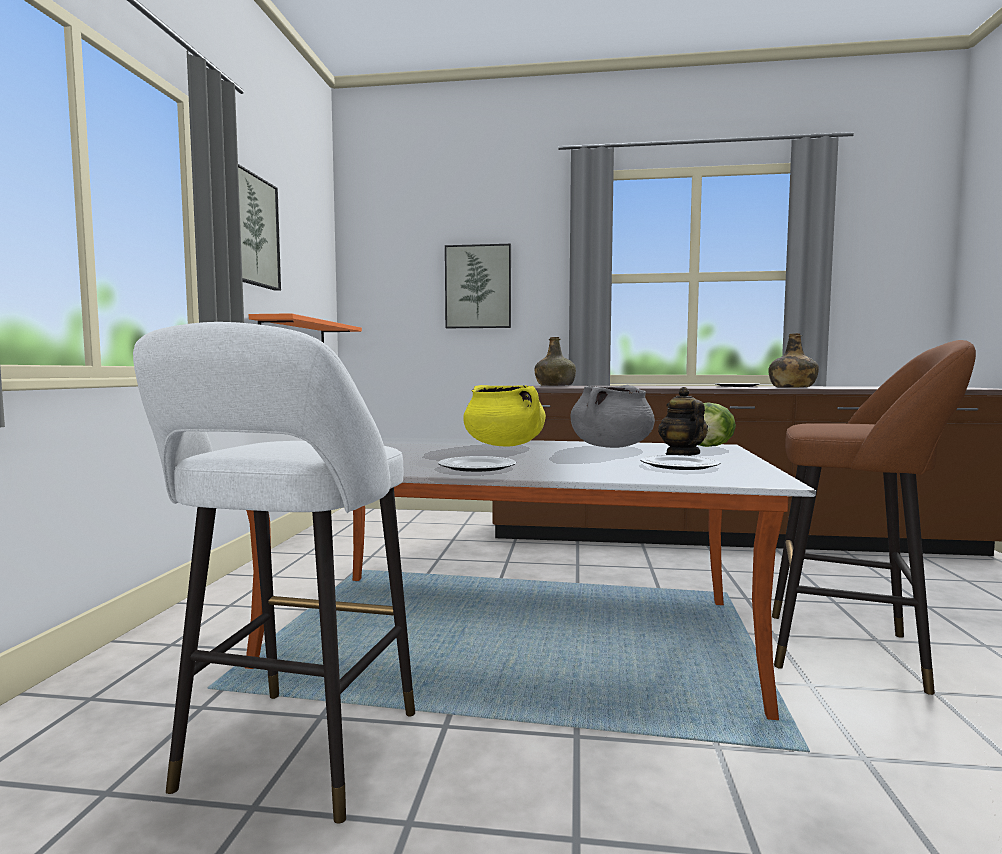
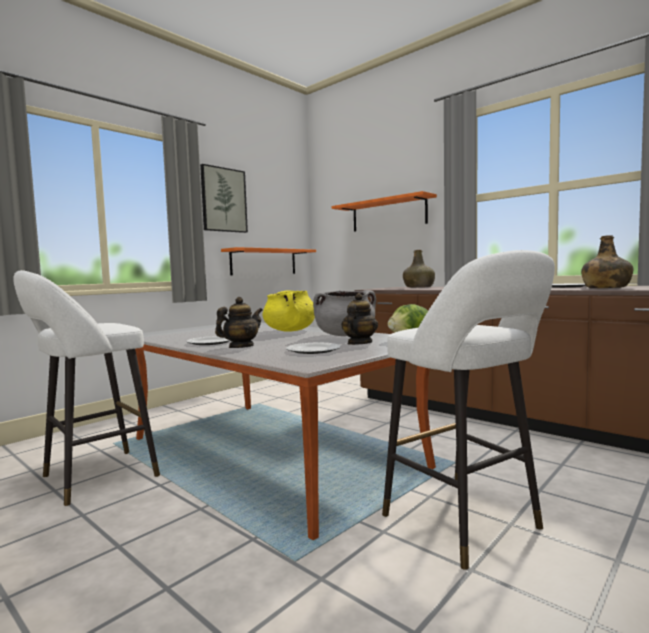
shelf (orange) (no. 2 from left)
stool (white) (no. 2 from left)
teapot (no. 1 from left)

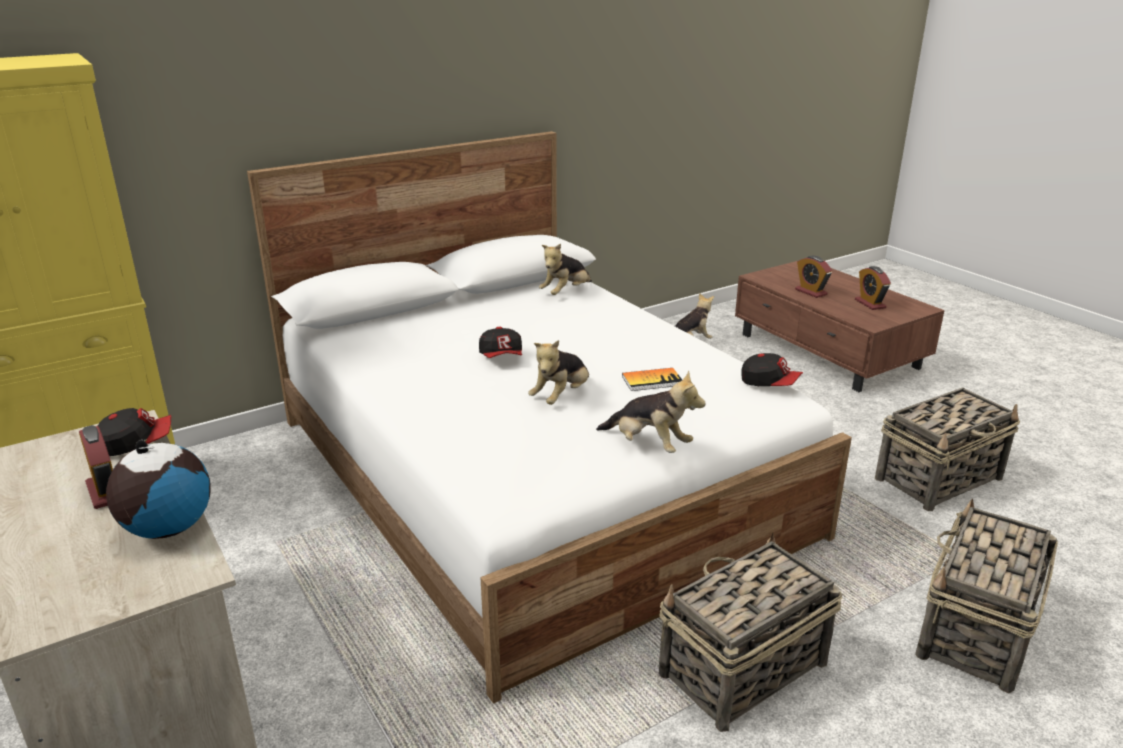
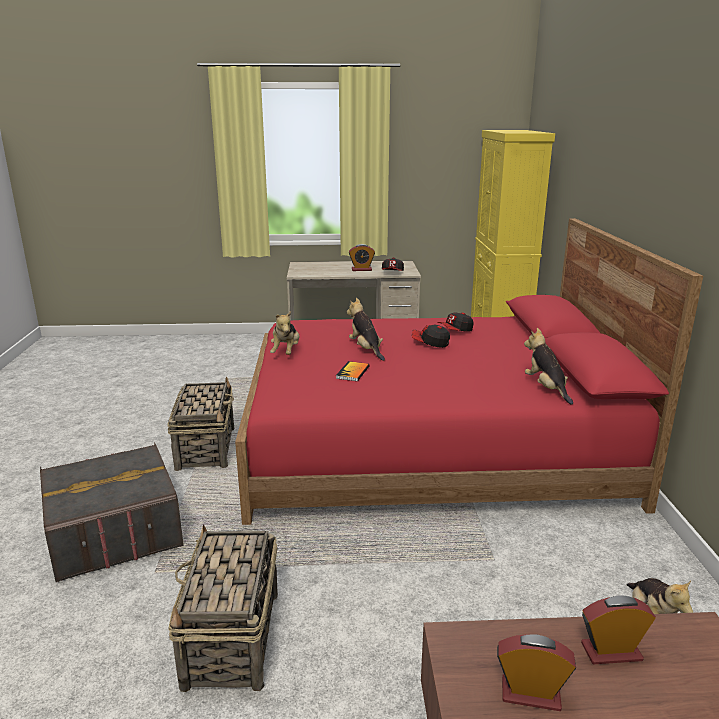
bed (red)
cap (no. 3 from left)
plush toy (no. 1 from left)
globe
storage box (grey)

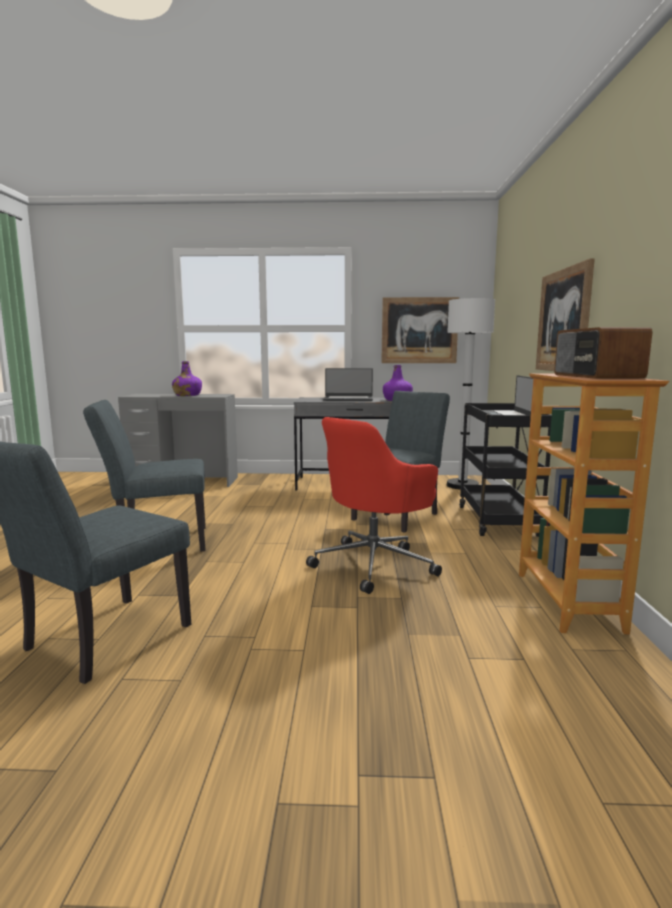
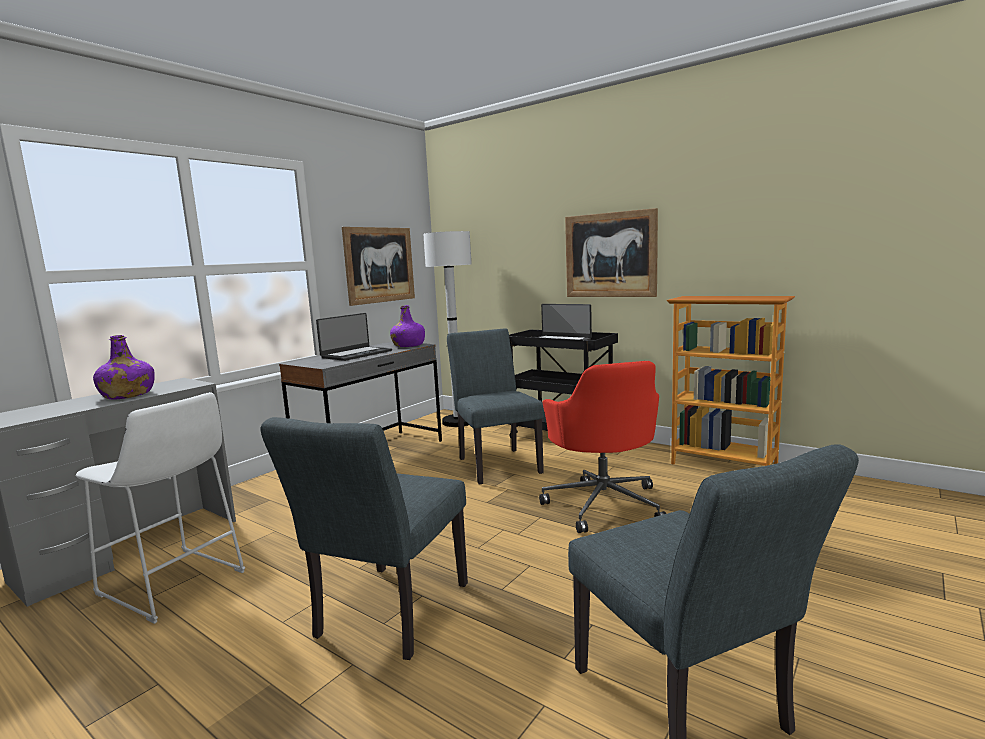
radio
stool (white)

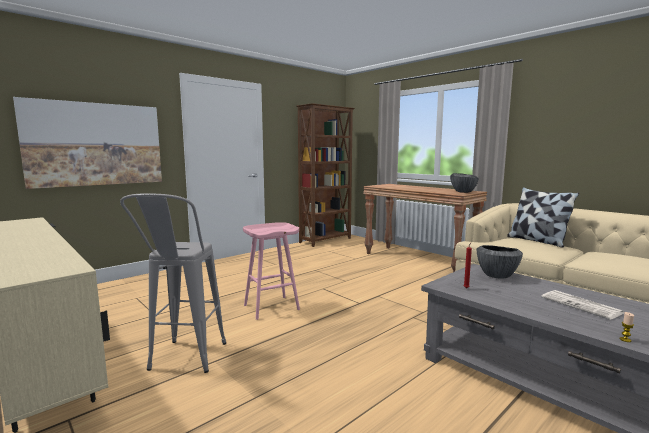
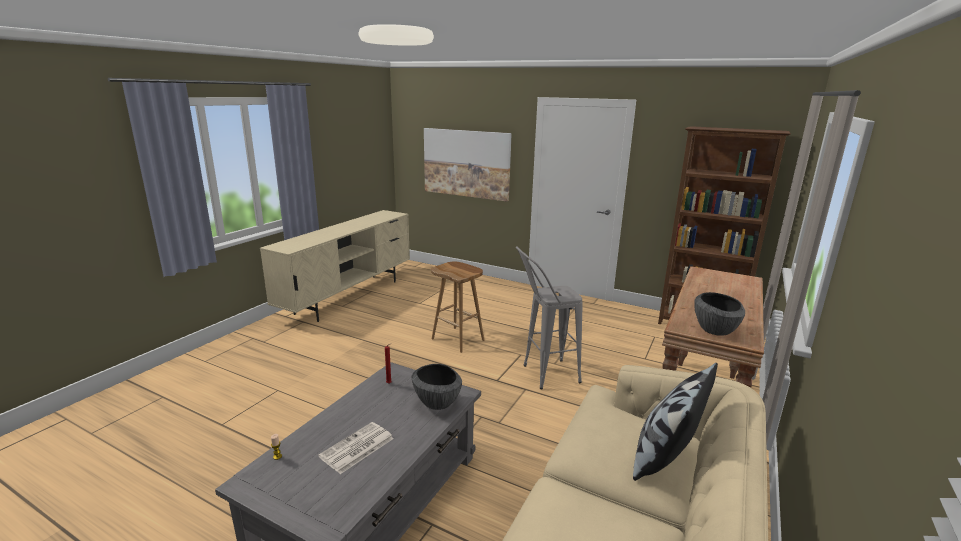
stool (grey)
stool (brown)

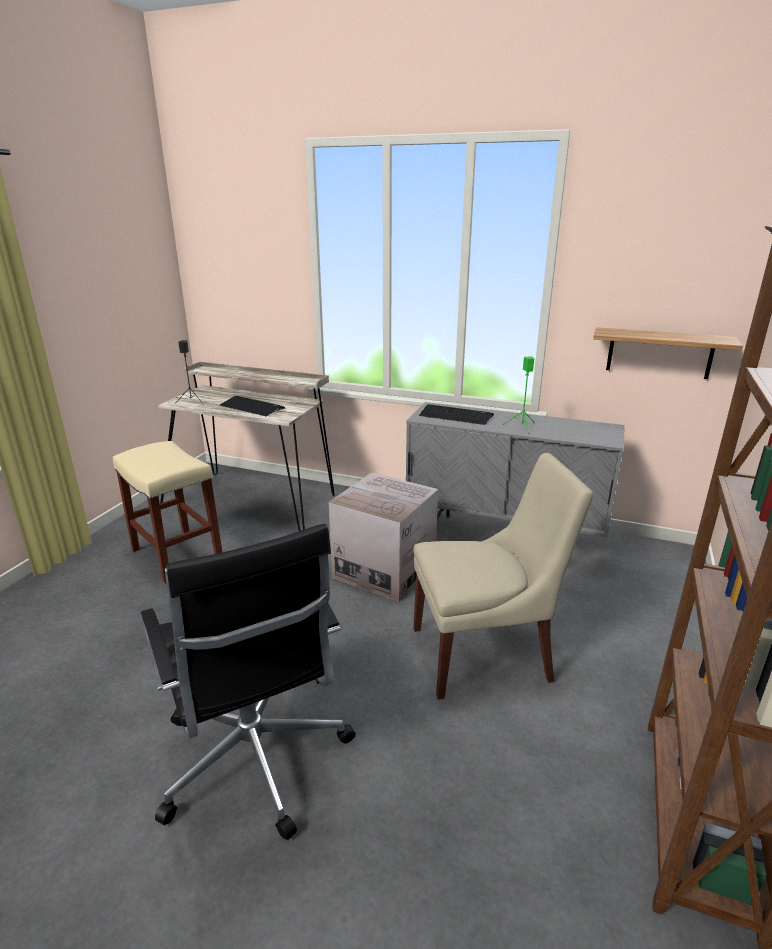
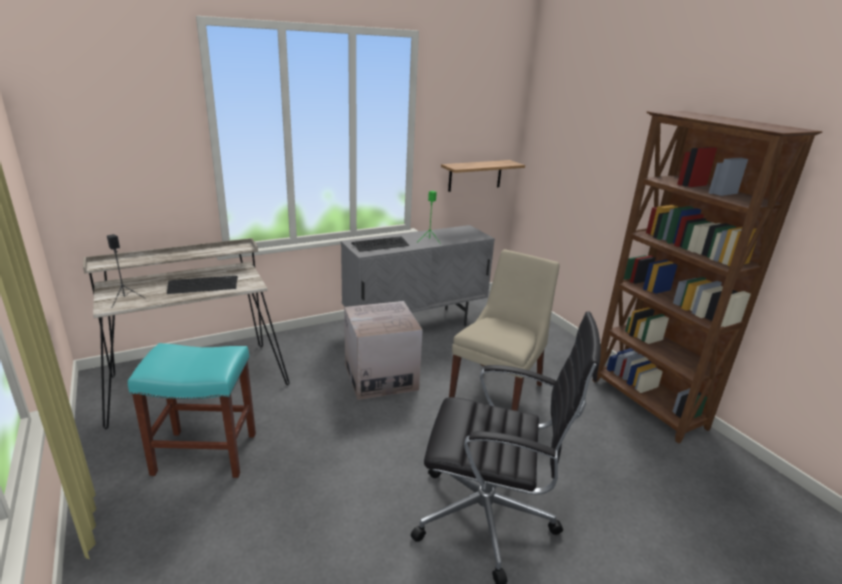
stool (turquoise)

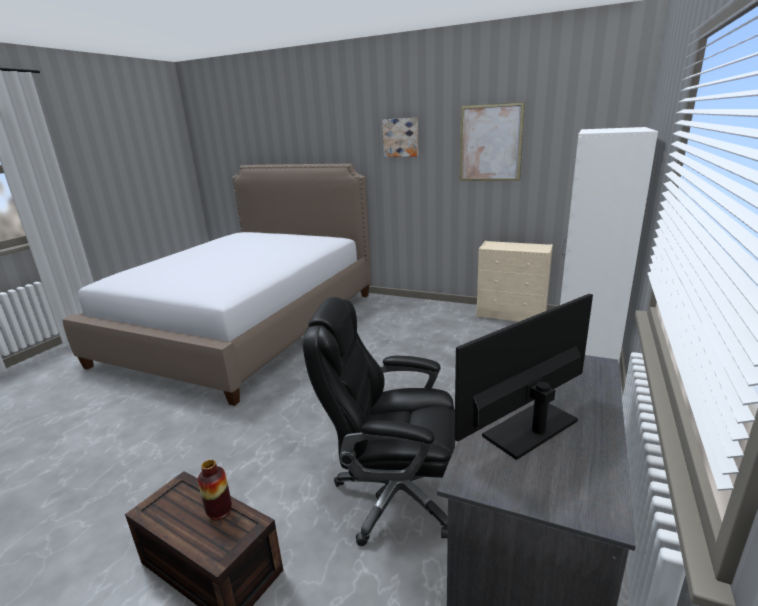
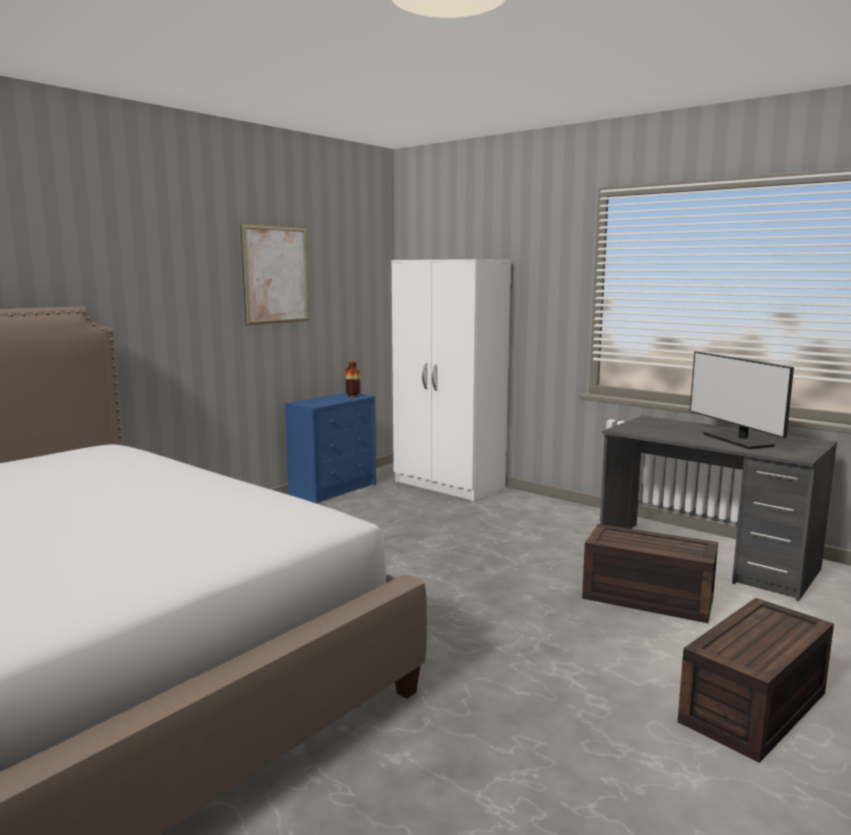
picture (no. 1 from left in the first image)
dresser (blue)
storage box (brown) (no. 1 from left)
vase

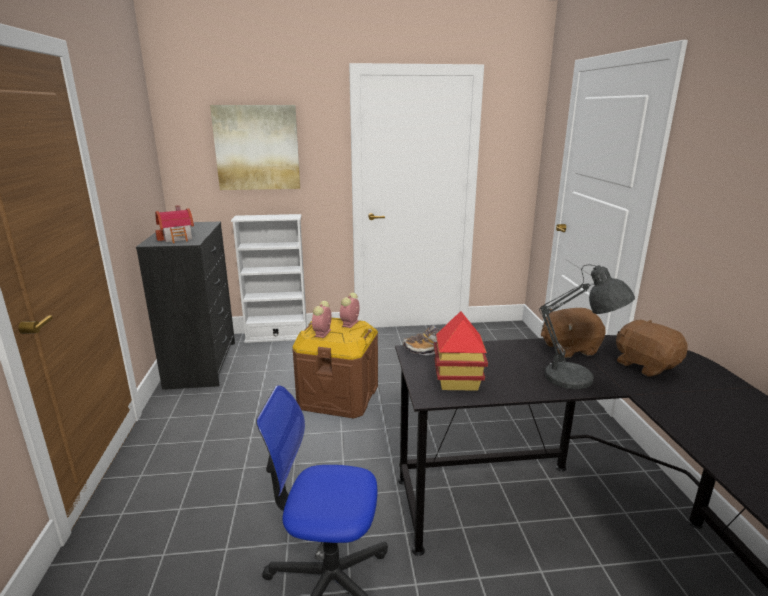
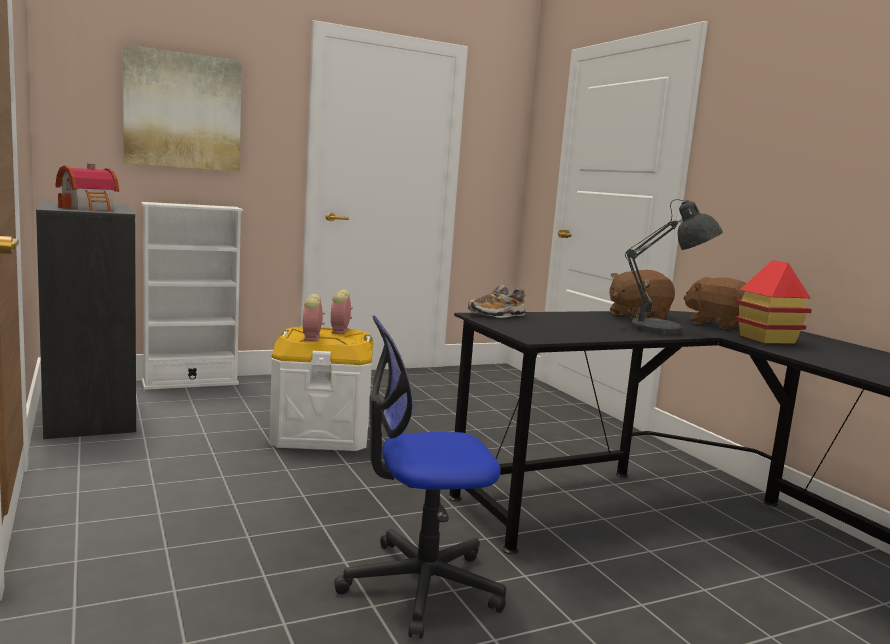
toy house (no. 2 from left)
storage box (white)

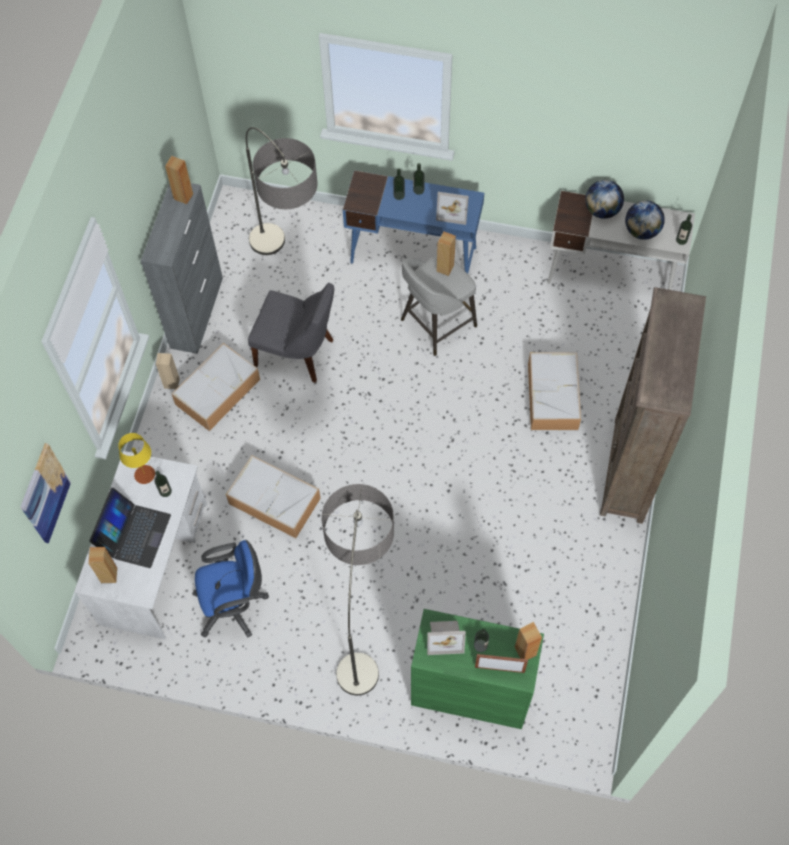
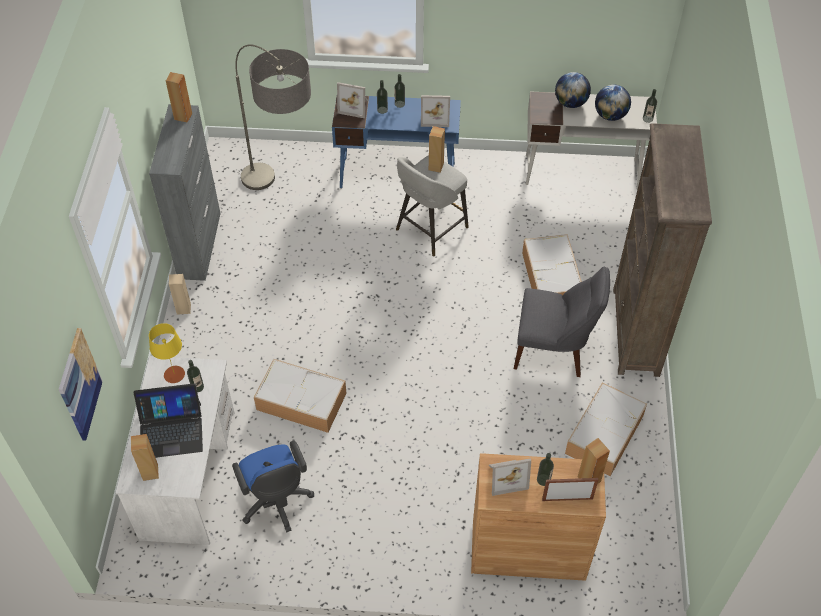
chair (grey)
storage box (no. 3 from left)
floor lamp (no. 2 from left in the first image)
laptop
office chair (blue)
cabinet (brown)
picture frame (no. 1 from left)

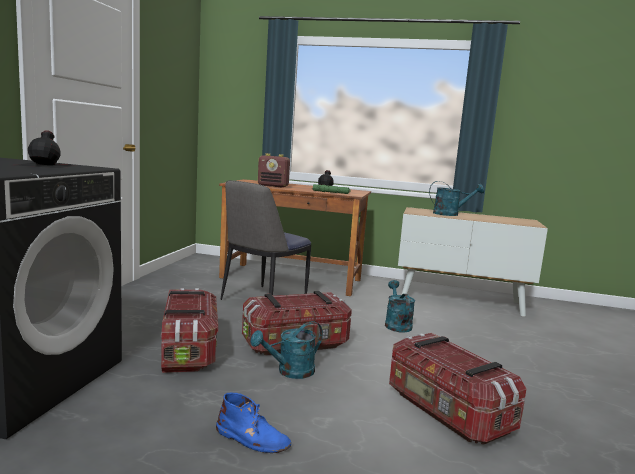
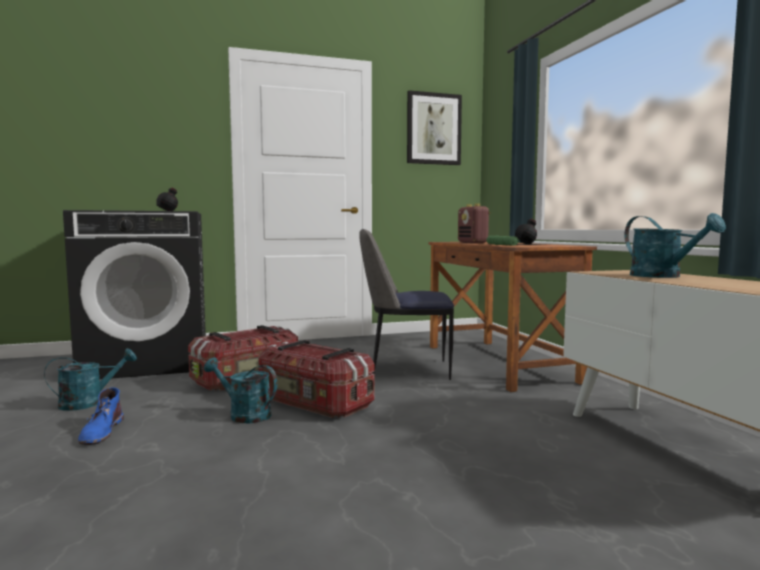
watering can (turquoise) (no. 1 from left)
storage box (no. 3 from left in the first image)
picture

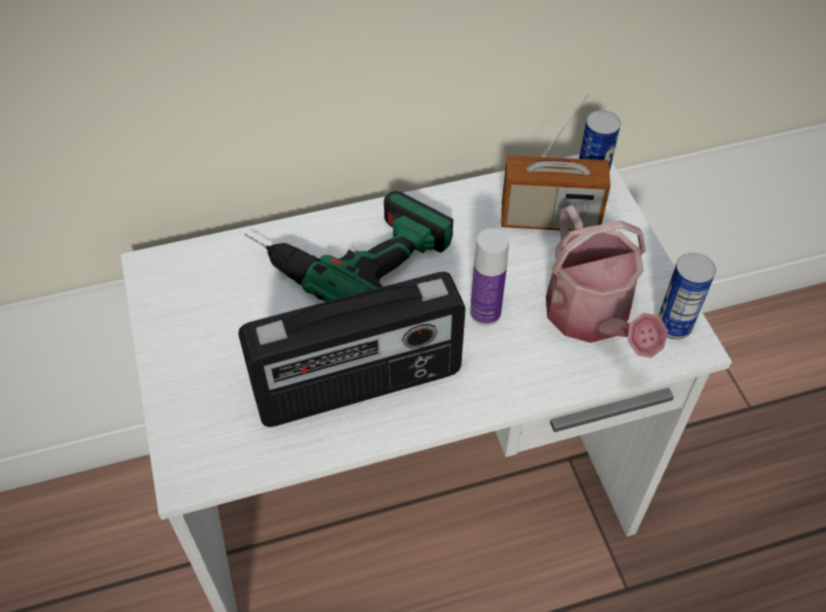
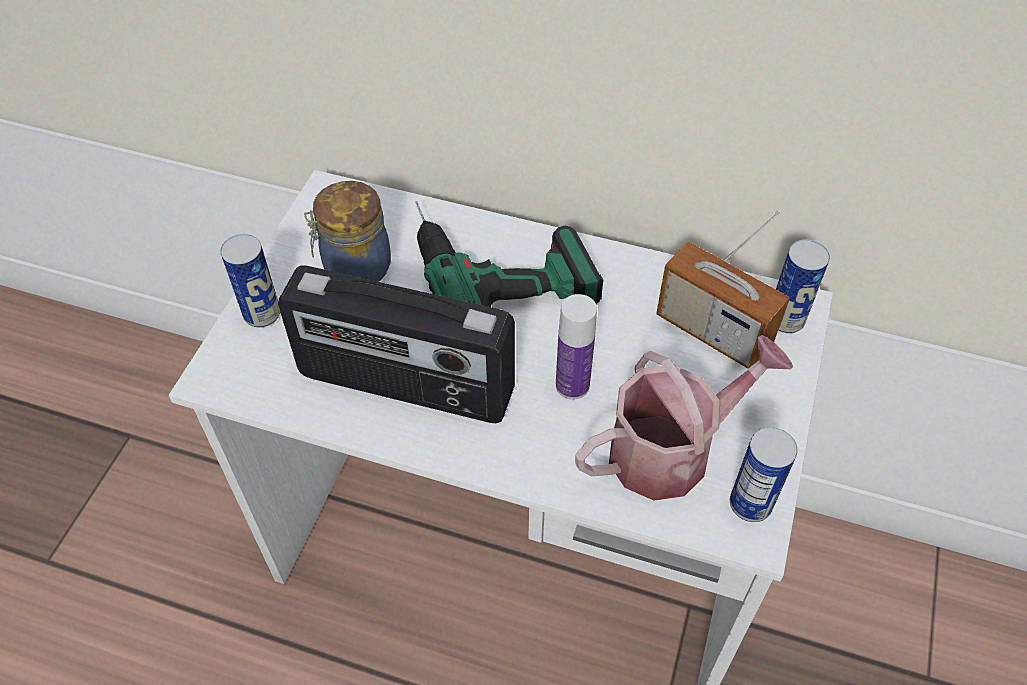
watering can
jar
can (no. 1 from left)

